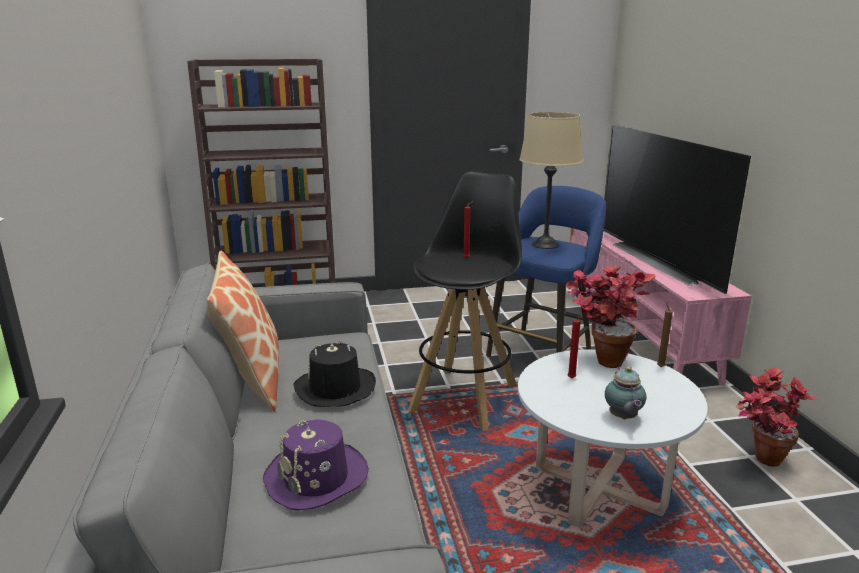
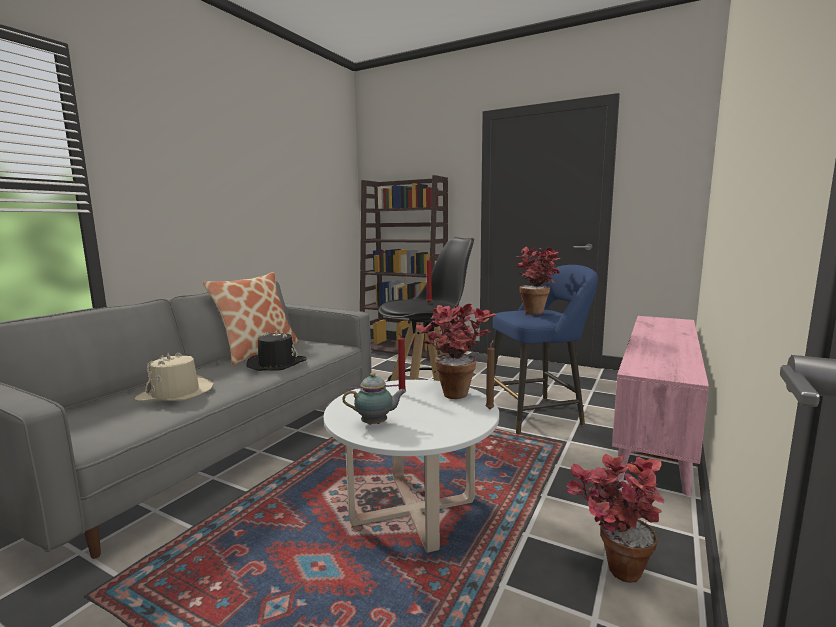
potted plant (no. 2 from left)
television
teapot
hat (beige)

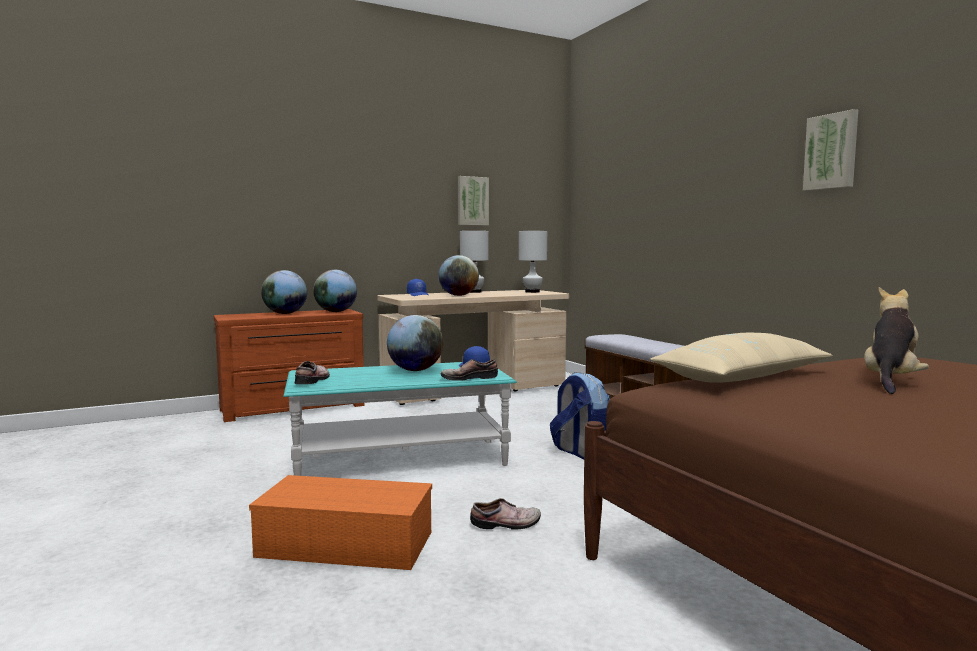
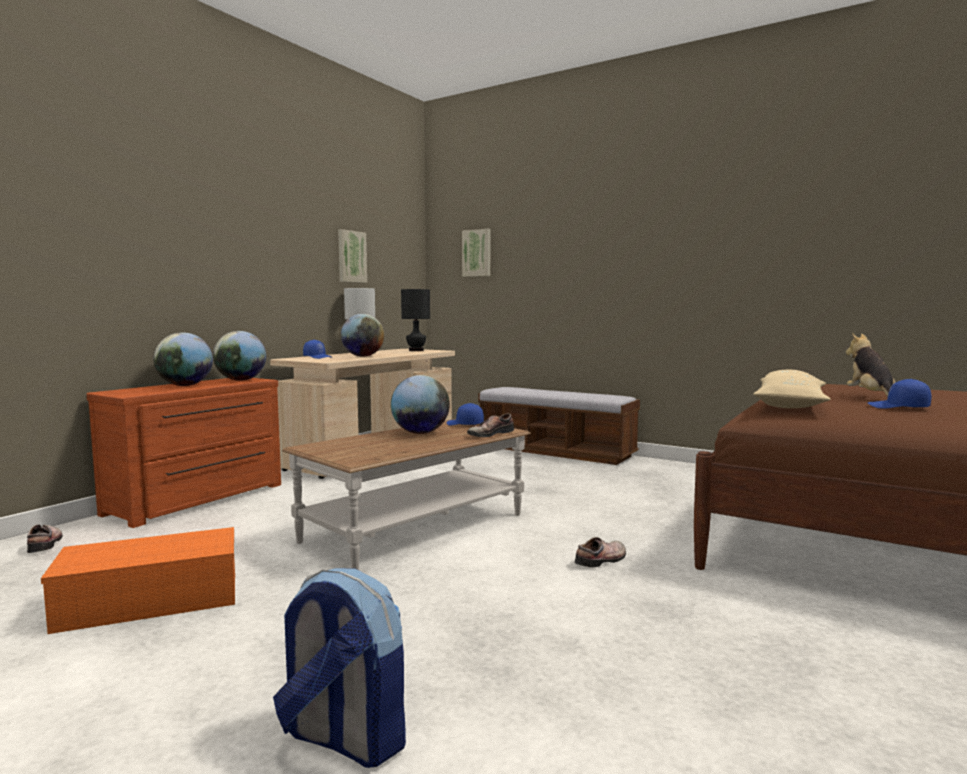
picture (no. 2 from left)
table lamp (black)
shoe (no. 1 from left)
coffee table (brown)
backpack
storage box (orange)
cap (blue) (no. 3 from left)

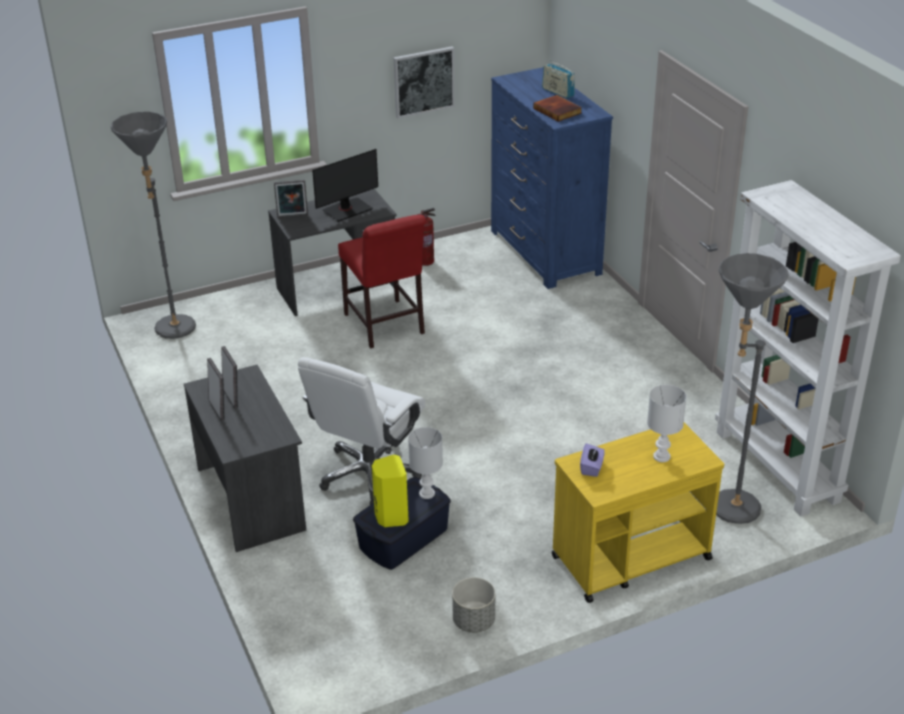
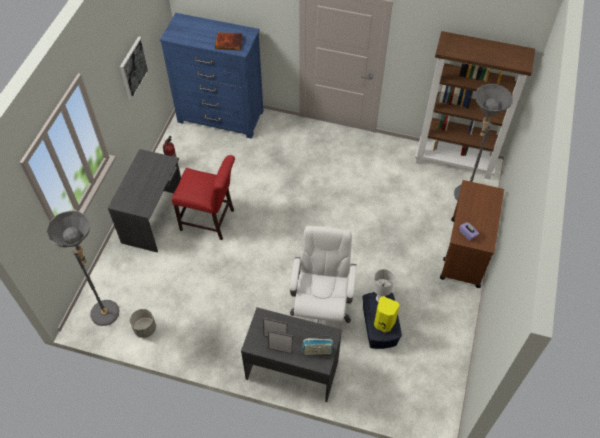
radio
monitor
picture frame (no. 3 from left in the first image)
bookcase (brown)
office chair (white)
table lamp (white) (no. 2 from left in the first image)
cart (brown)
planter (grey)

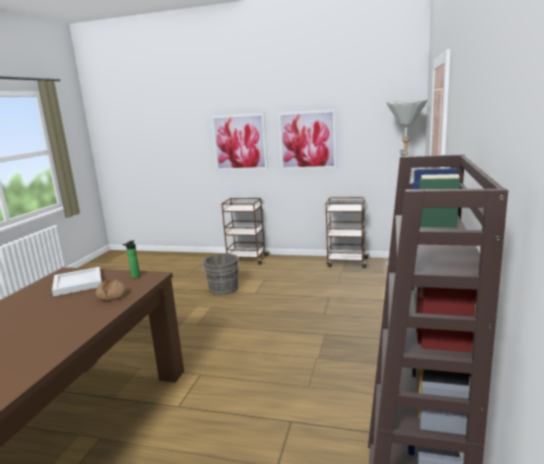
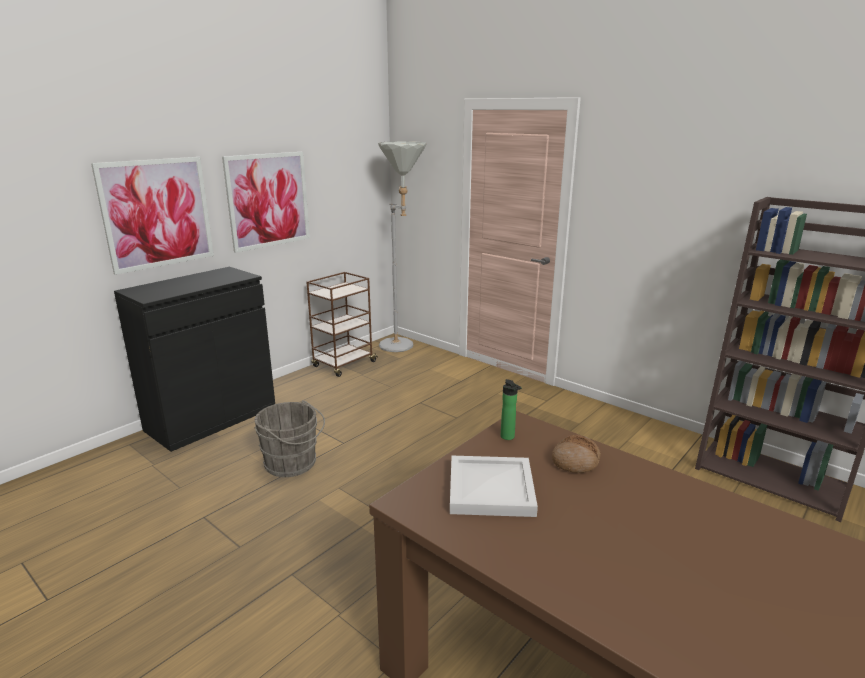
cabinet (black)

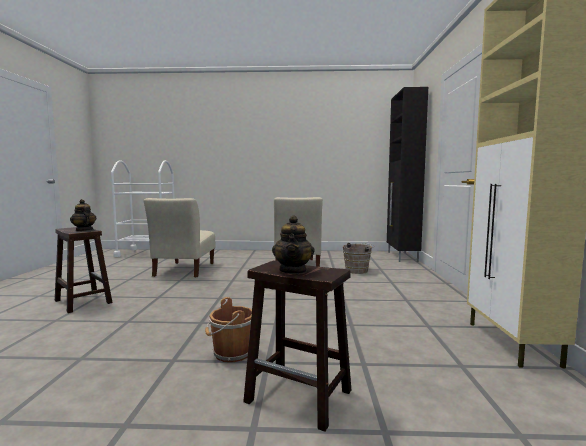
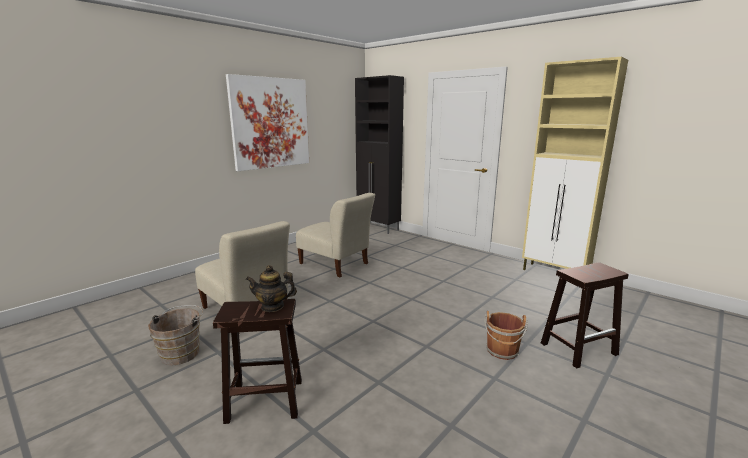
cart (white)
teapot (no. 2 from left in the first image)
bucket (brown) (no. 1 from left)
picture

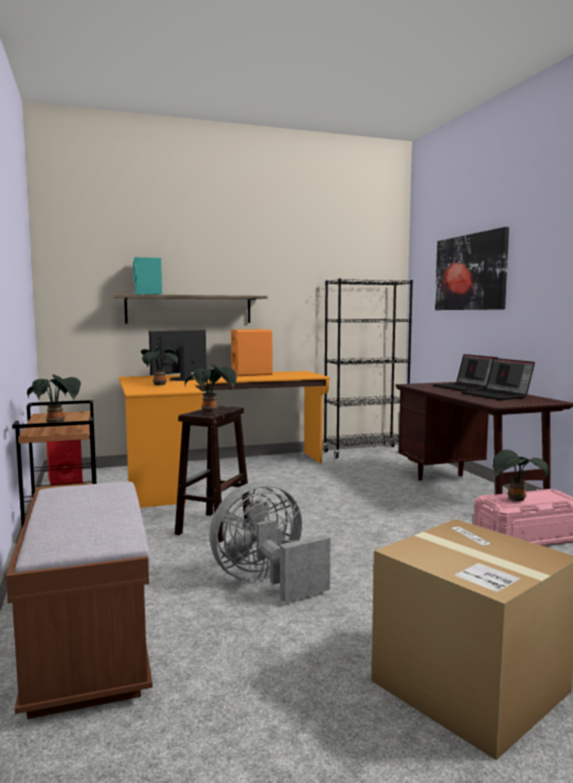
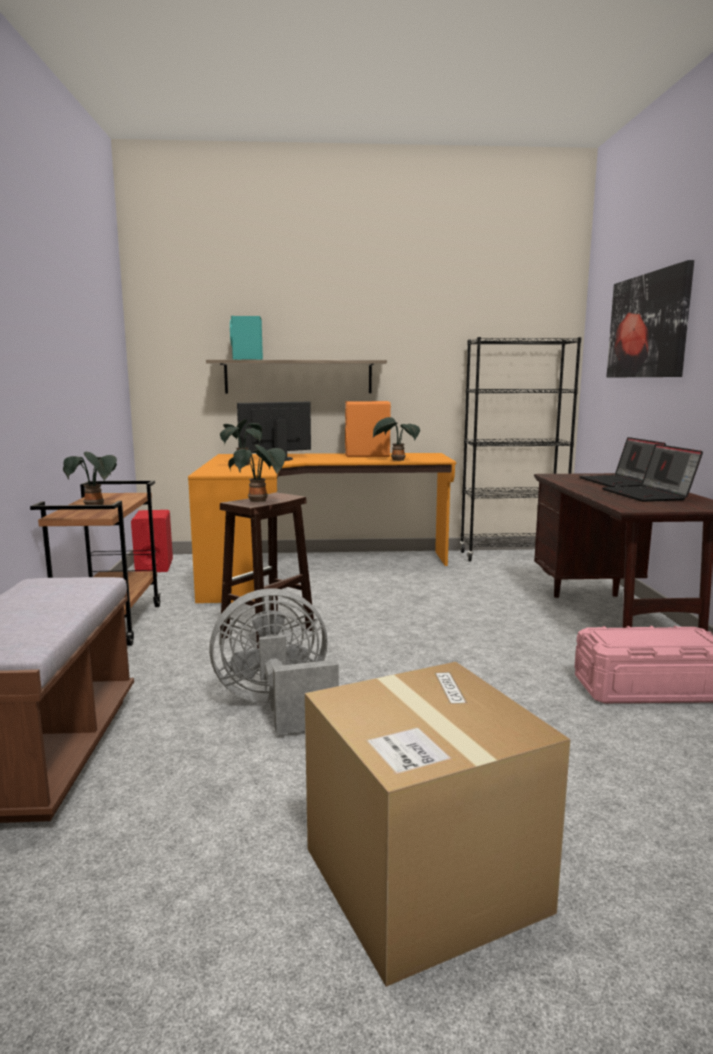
potted plant (no. 4 from left)

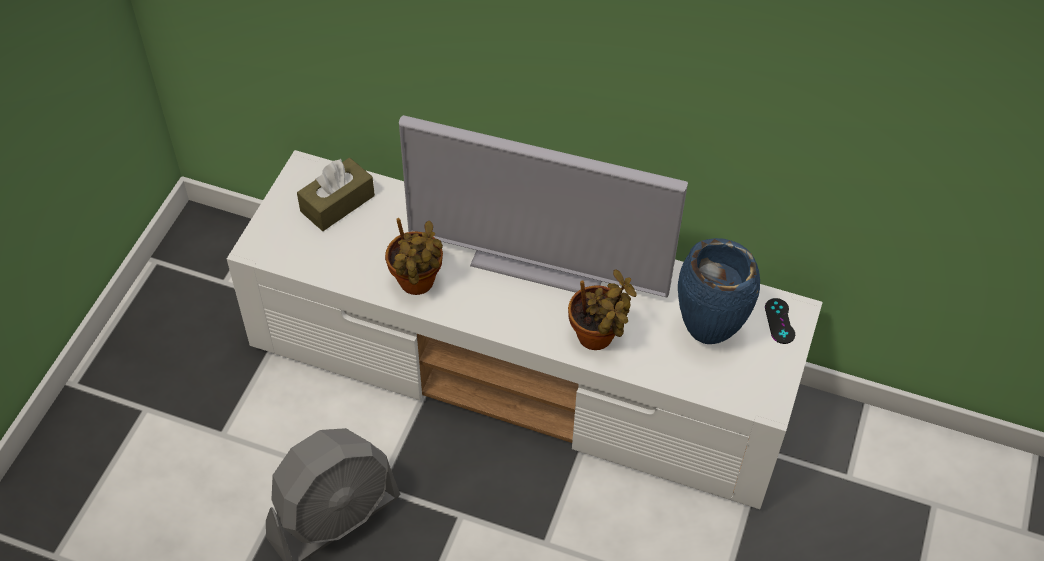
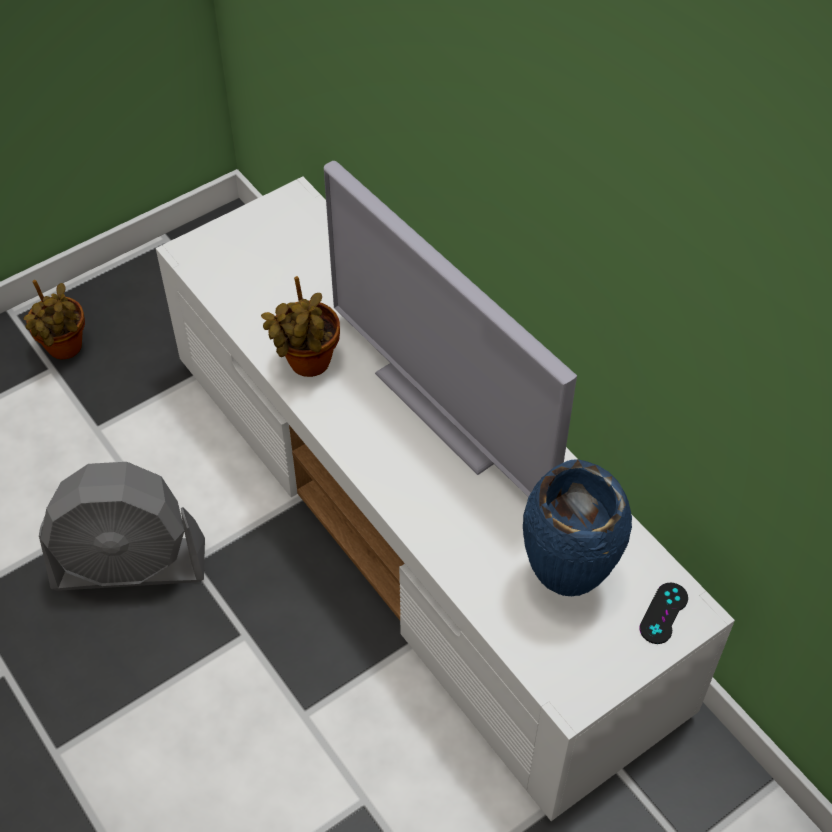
tissue box (brown)
potted plant (no. 1 from left)

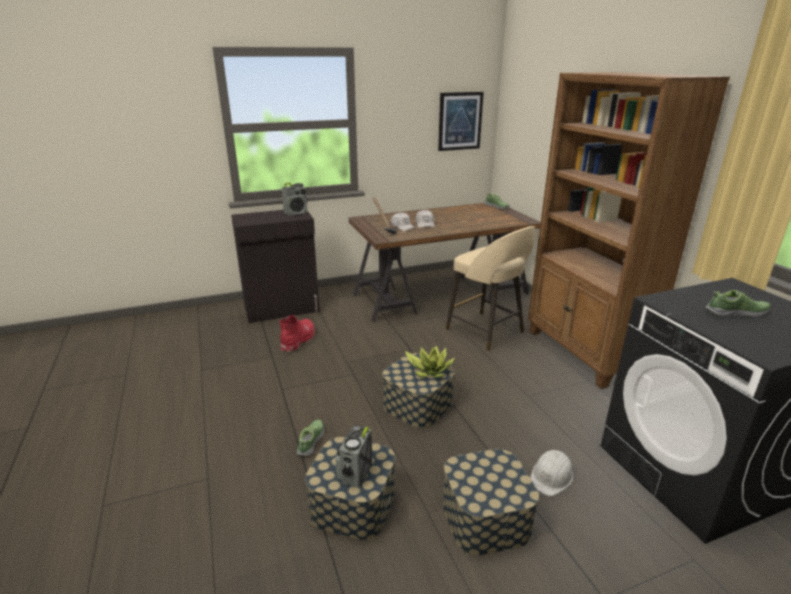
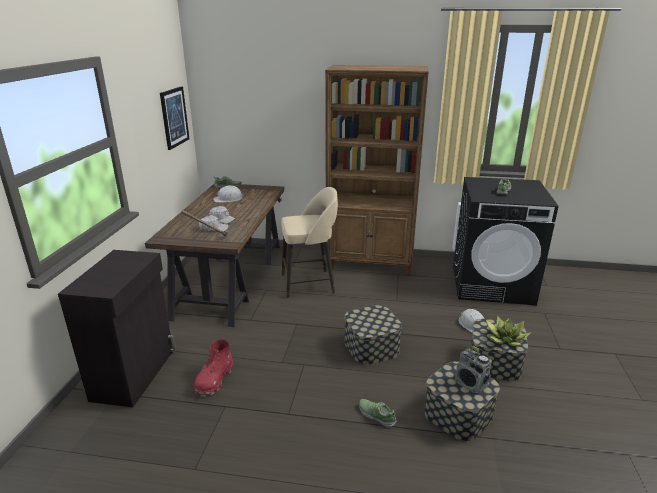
radio (no. 1 from left in the first image)
boot (red)
potted plant
hard hat (white) (no. 1 from left)

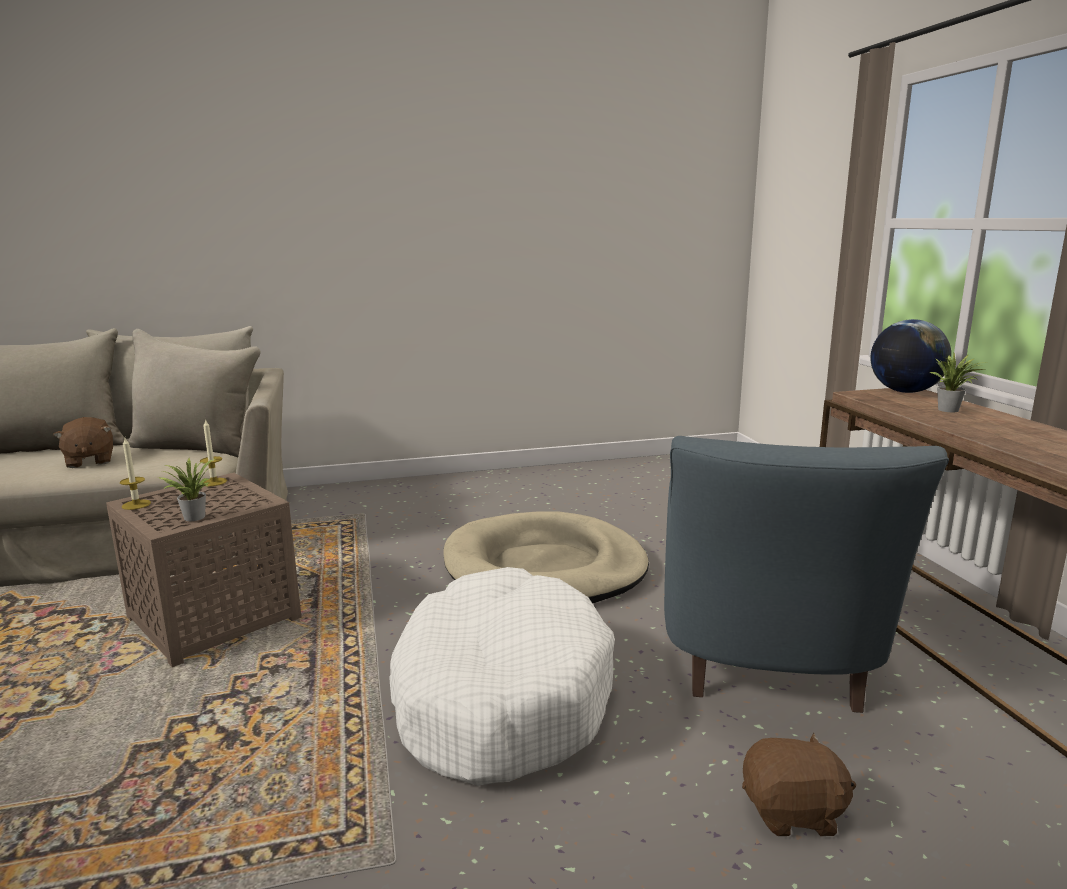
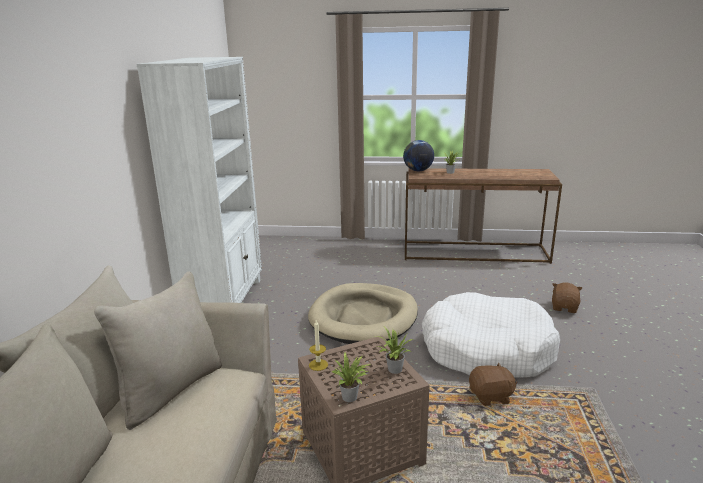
plush toy (brown) (no. 1 from left)
armchair (blue)
potted plant (no. 1 from left)
bookcase (white)

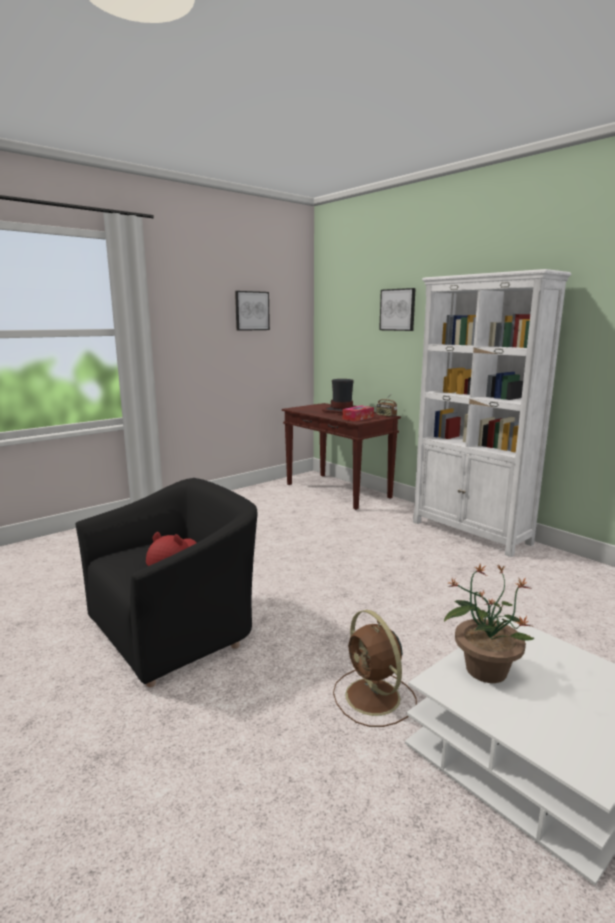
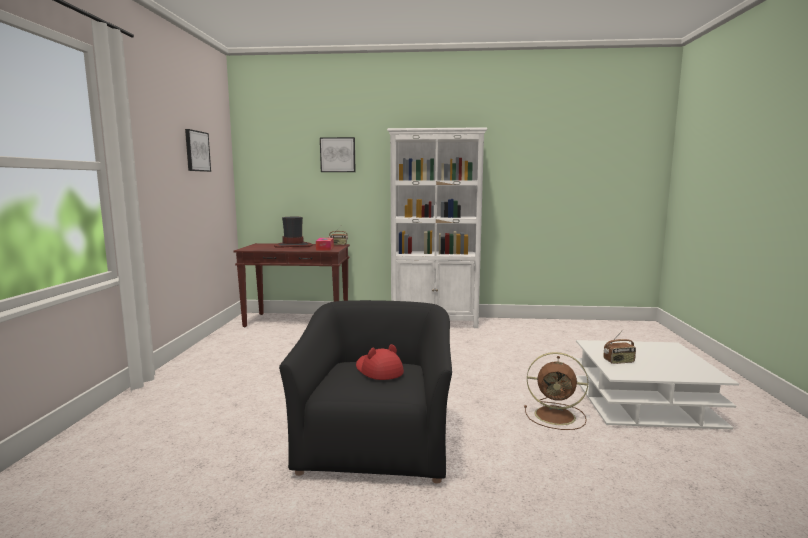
radio (no. 2 from left)

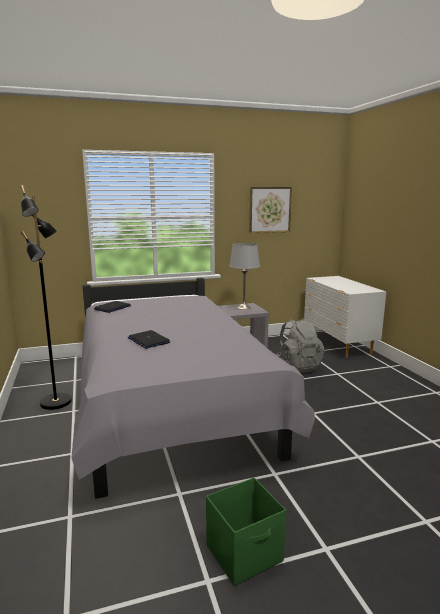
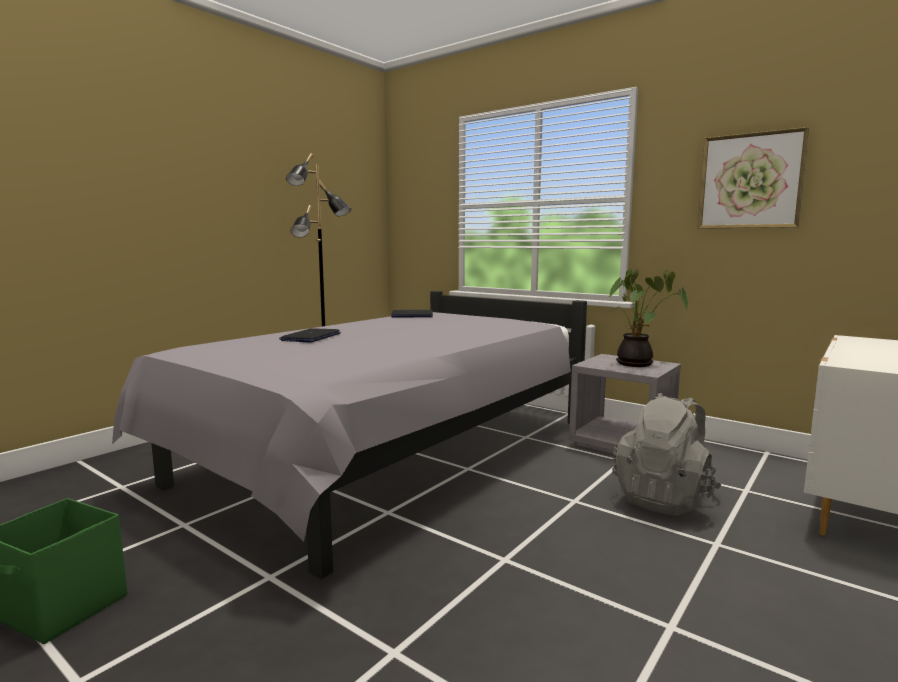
potted plant

